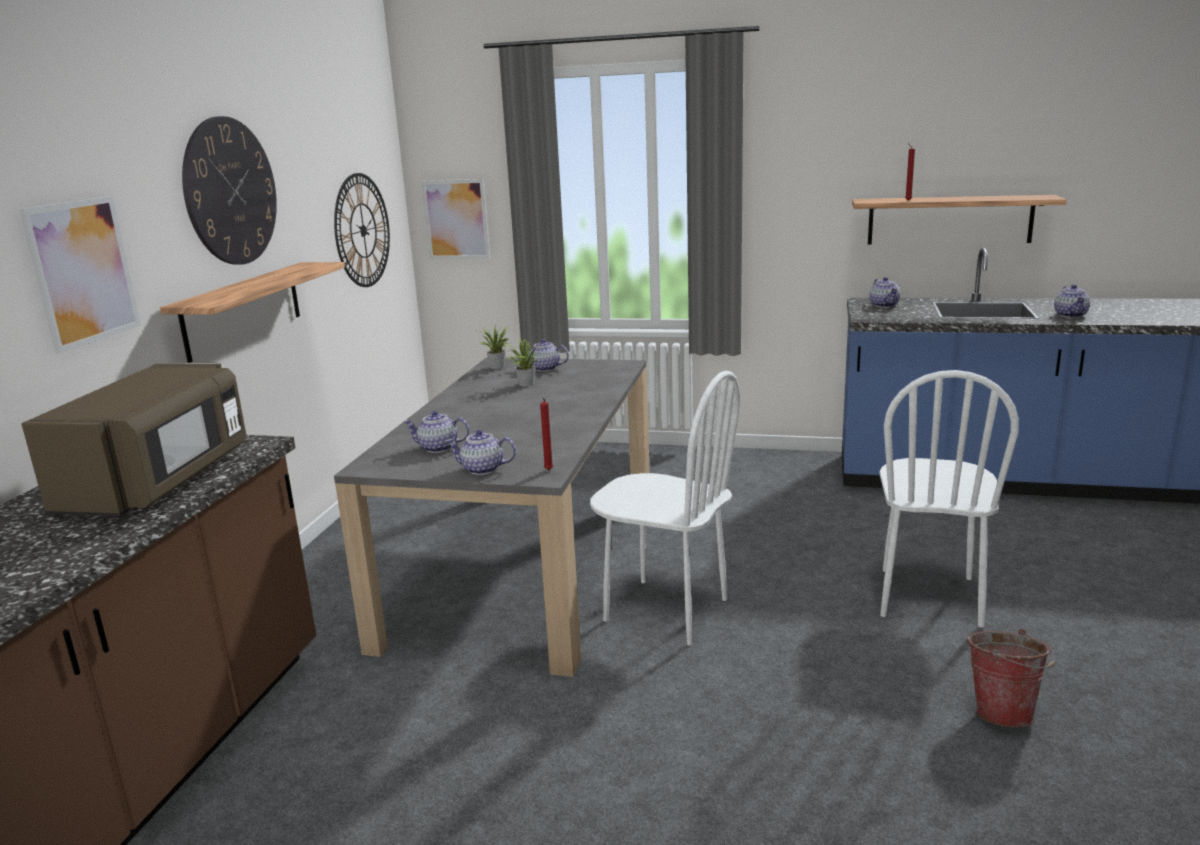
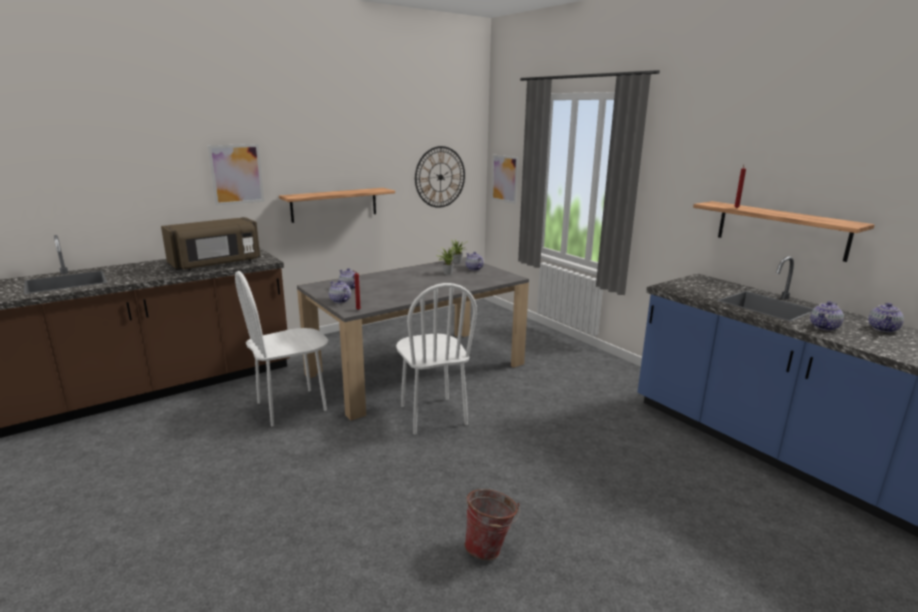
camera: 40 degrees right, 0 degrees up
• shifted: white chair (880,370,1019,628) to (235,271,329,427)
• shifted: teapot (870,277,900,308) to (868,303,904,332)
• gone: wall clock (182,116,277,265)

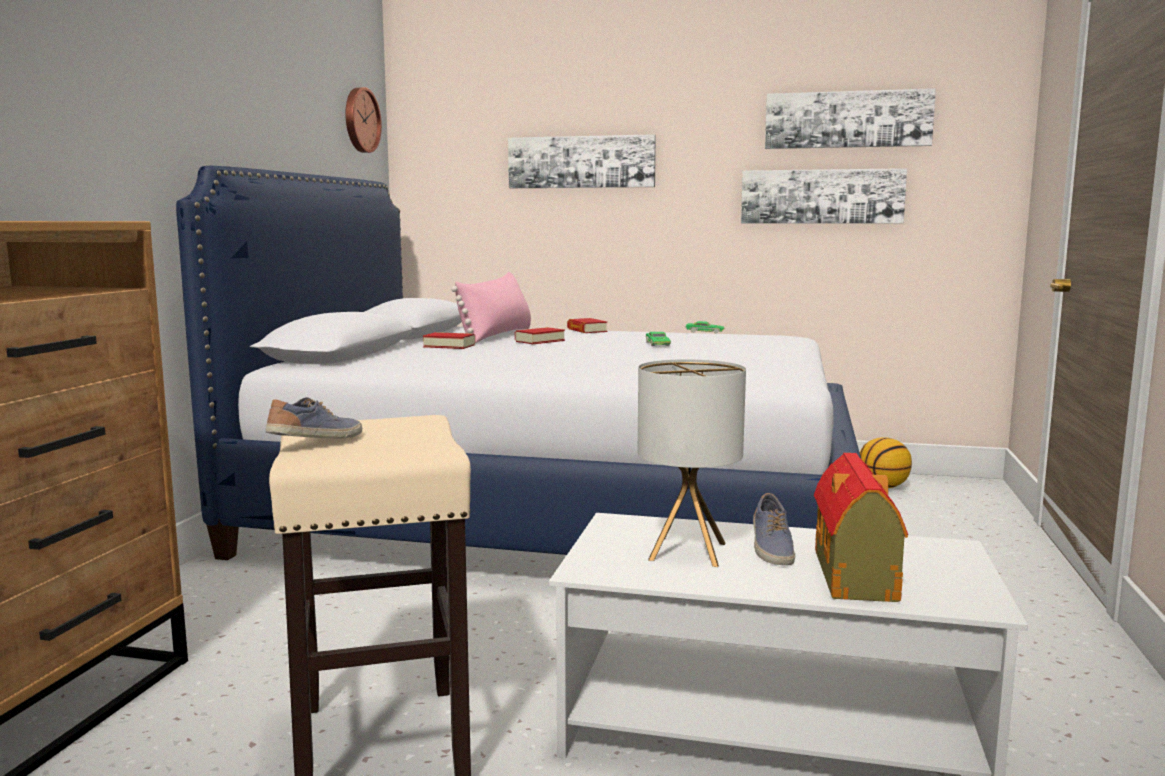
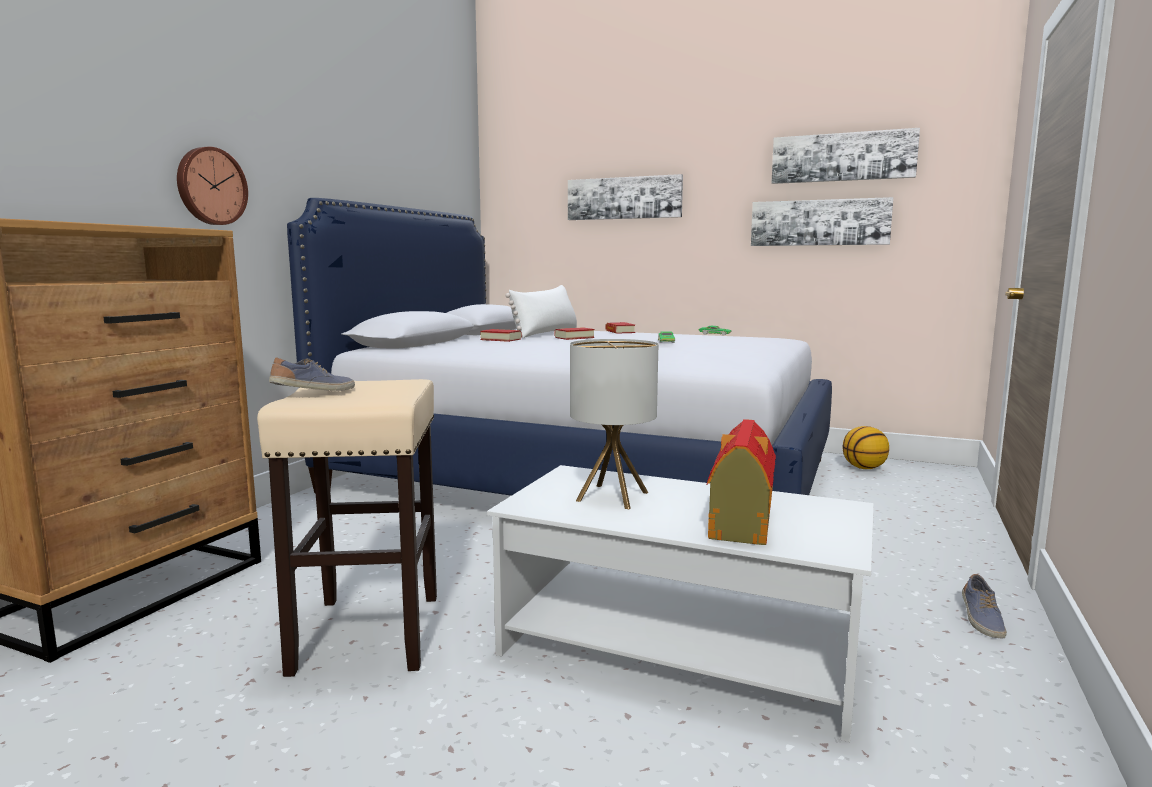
camera: 10 degrees right, 0 degrees up
• shifted: wall clock (345,87,382,153) to (177,147,248,225)
• repainted: pink pillow (451,272,531,343) to white pillow (505,285,577,338)
• shifted: shoe (753,493,795,565) to (962,574,1007,638)

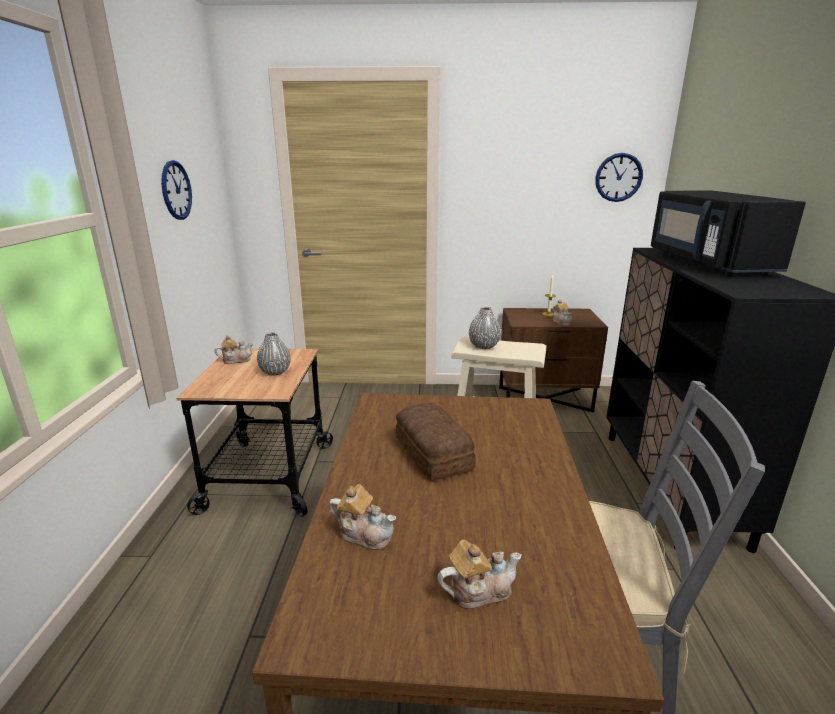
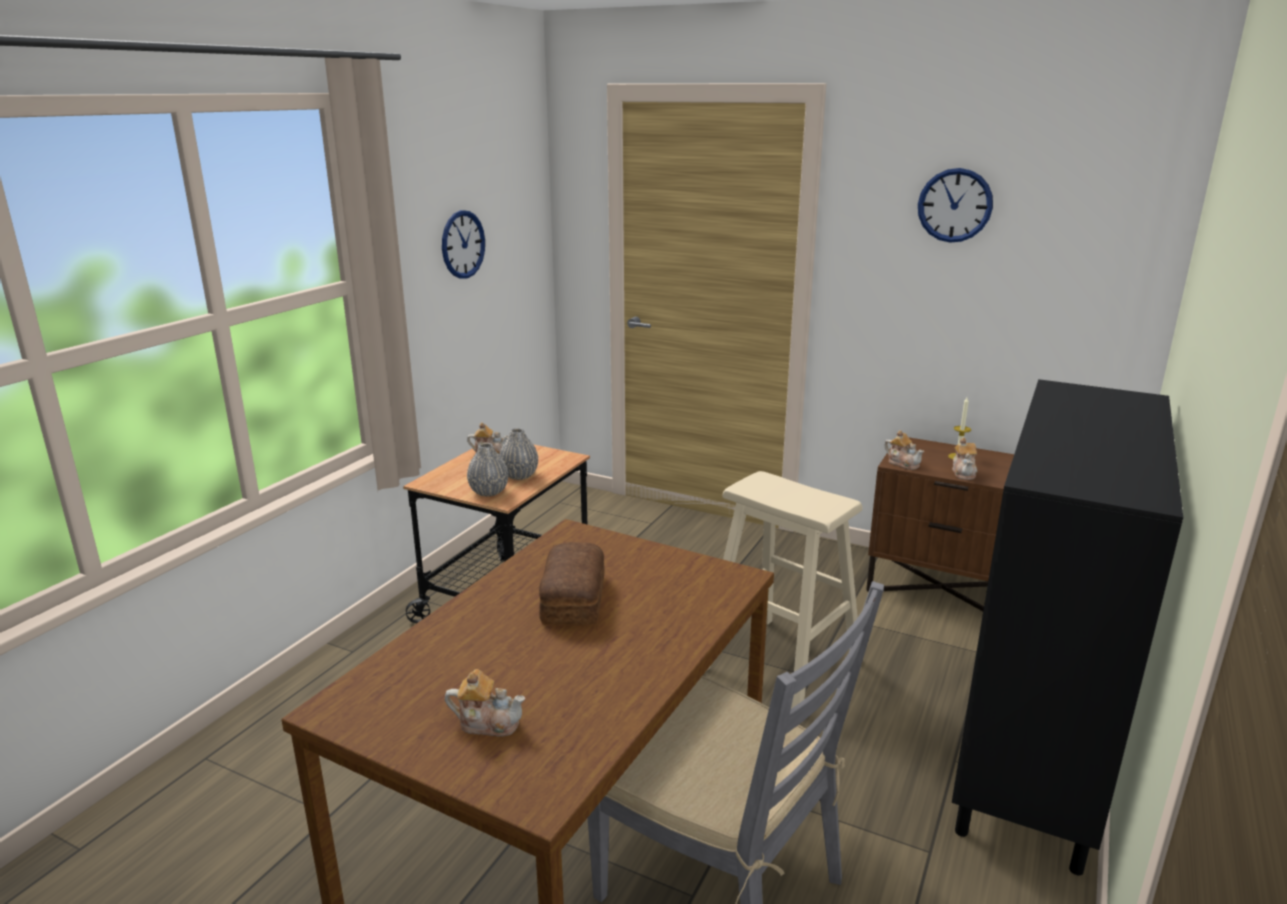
camera: 25 degrees right, 0 degrees up
• shifted: grey vase (469,307,501,349) to (467,443,508,497)
• shifted: teapot (329,484,396,550) to (884,430,924,470)
• shifted: wall clock (595,153,643,202) to (918,168,993,242)
• gone: black microwave (651,190,806,275)

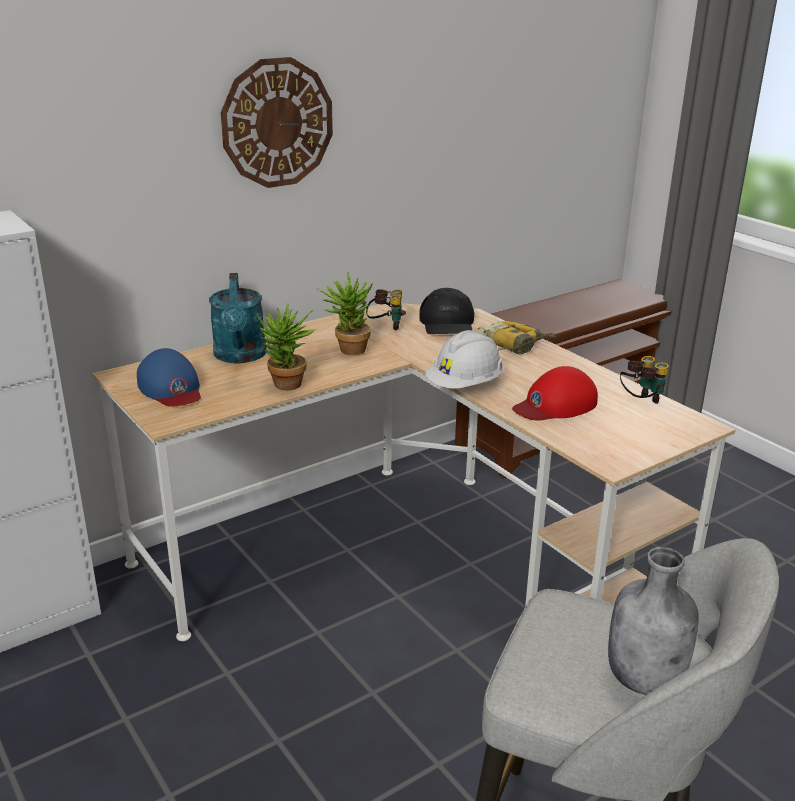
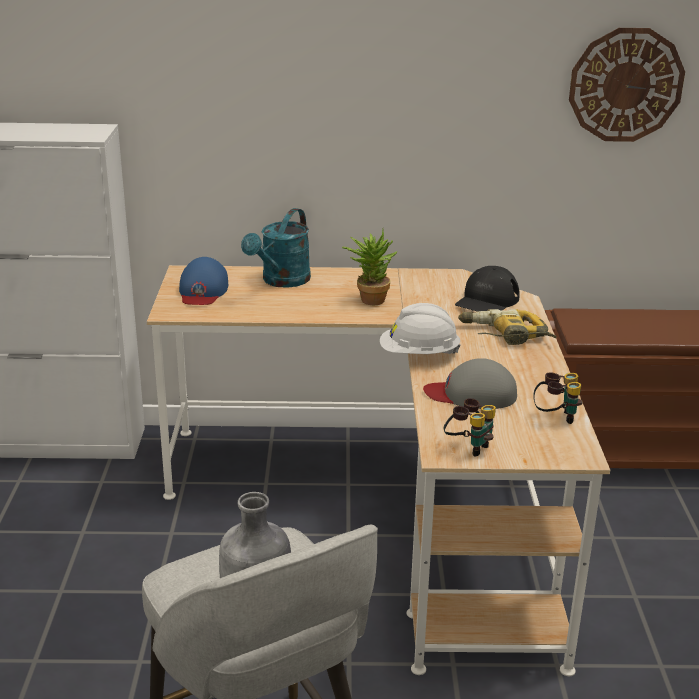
camera: 35 degrees right, 0 degrees up
• repainted: red cap (512,366,598,420) to grey cap (423,358,517,409)
• shifted: binoculars (366,289,406,330) to (443,398,496,457)
• shifted: wall clock (221,57,333,188) to (569,28,685,142)
• gone: potted plant (257,303,317,391)

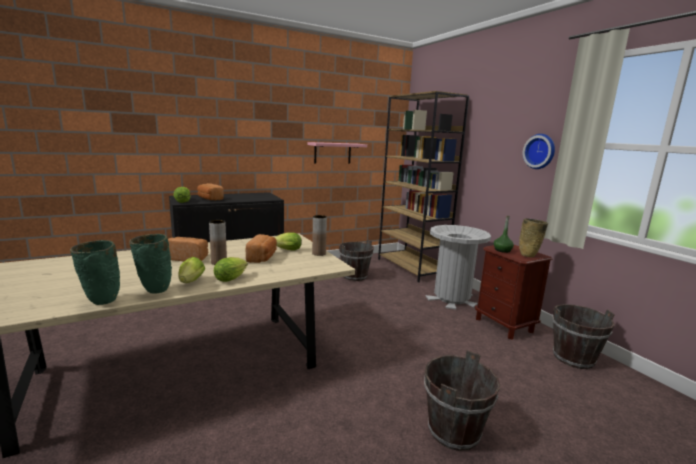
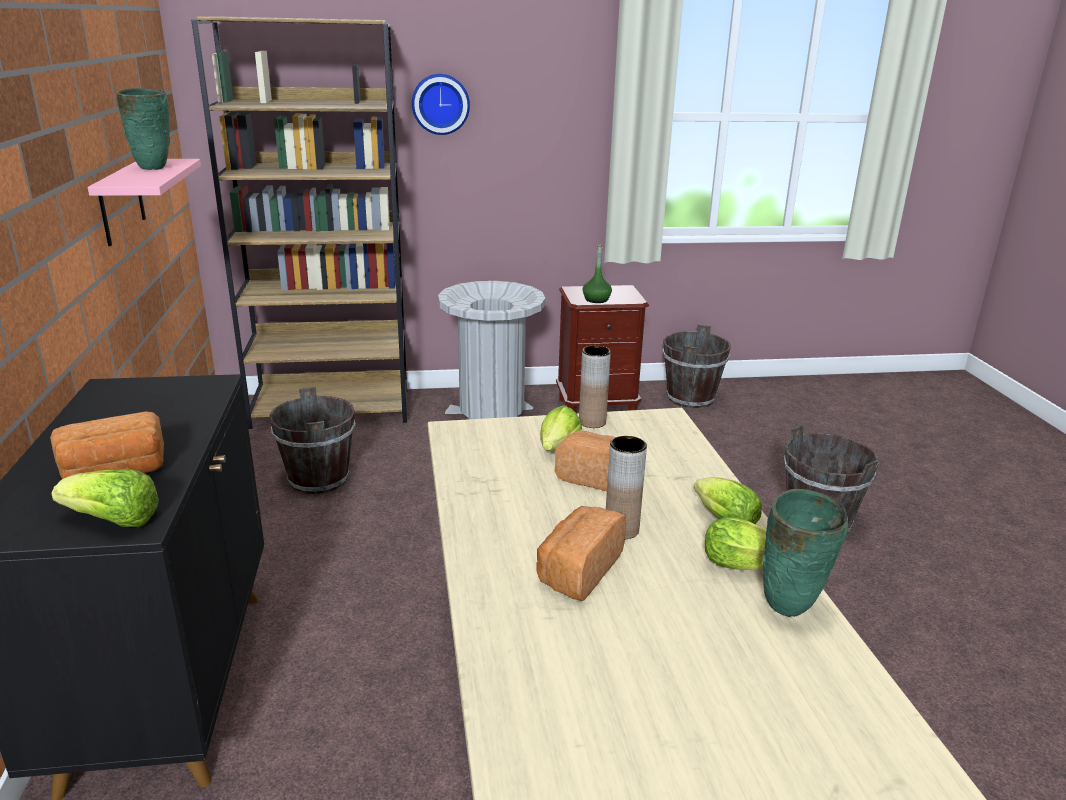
camera: 70 degrees left, 10 degrees up
• shifted: green vase (70,240,120,305) to (116,88,170,170)
• shifted: wall clock (523,134,555,169) to (412,74,470,135)
• gone: beige vase (519,218,548,257)

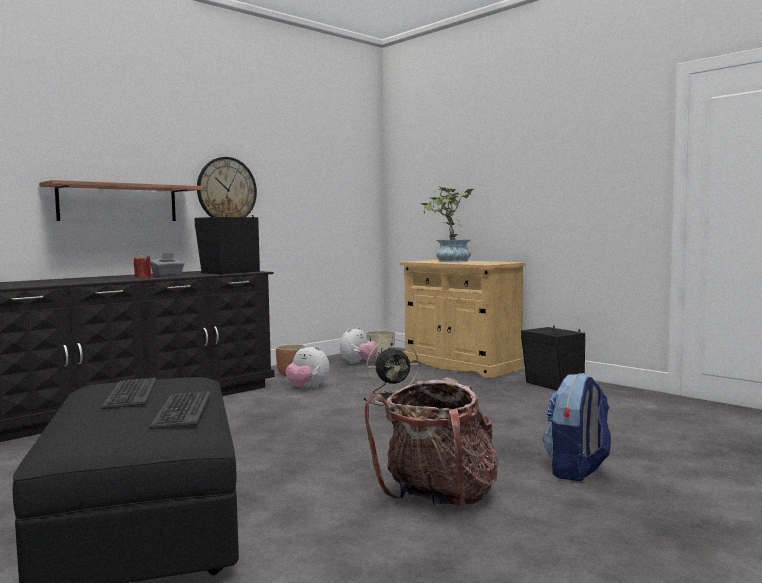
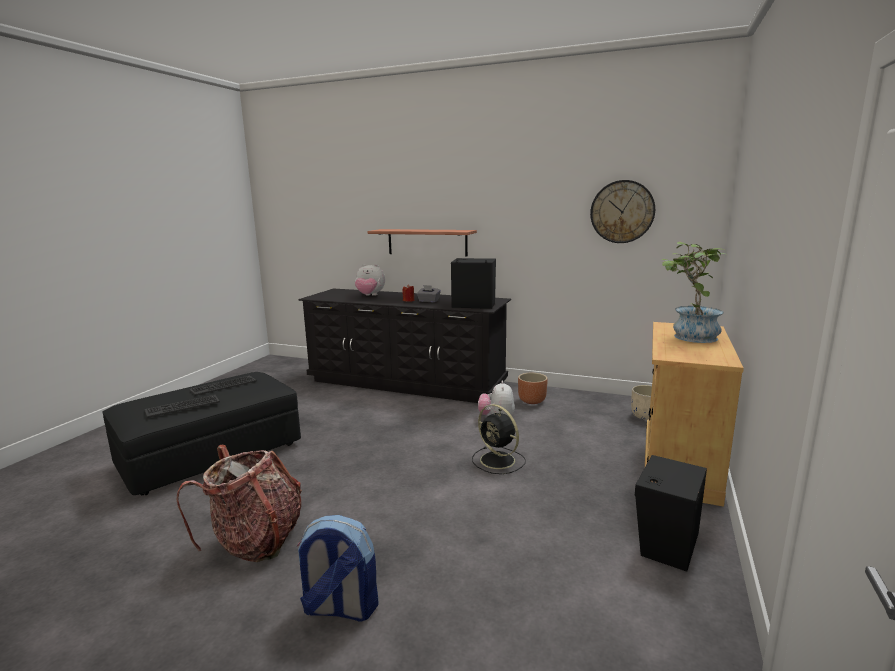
camera: 65 degrees right, 10 degrees up
• shifted: plush toy (340,326,378,364) to (355,264,385,296)
• shifted: wall clock (197,157,257,217) to (590,180,655,243)

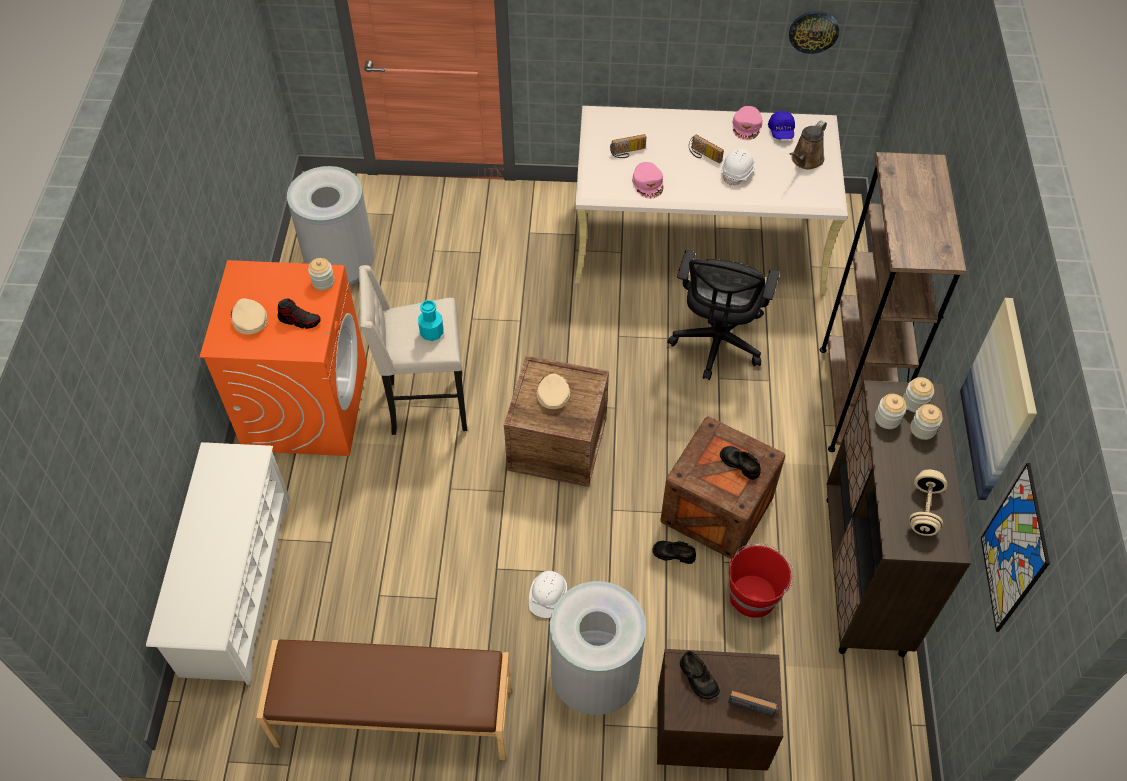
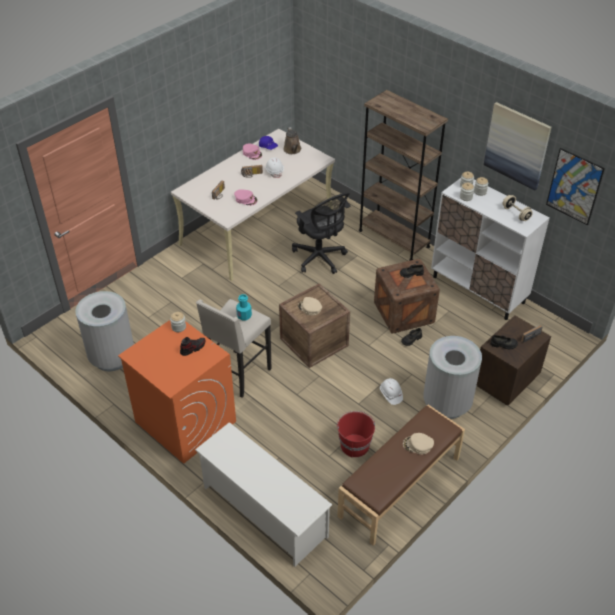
camera: 50 degrees left, 10 degrees down
• shifted: red bucket (729,543,794,618) to (337,411,375,458)
• shifted: beige cap (231,298,268,334) to (403,433,434,455)
• repainted: brown cabinet (826,380,971,657) to white cabinet (431,178,550,320)
• gone: wall clock (789,11,839,54)

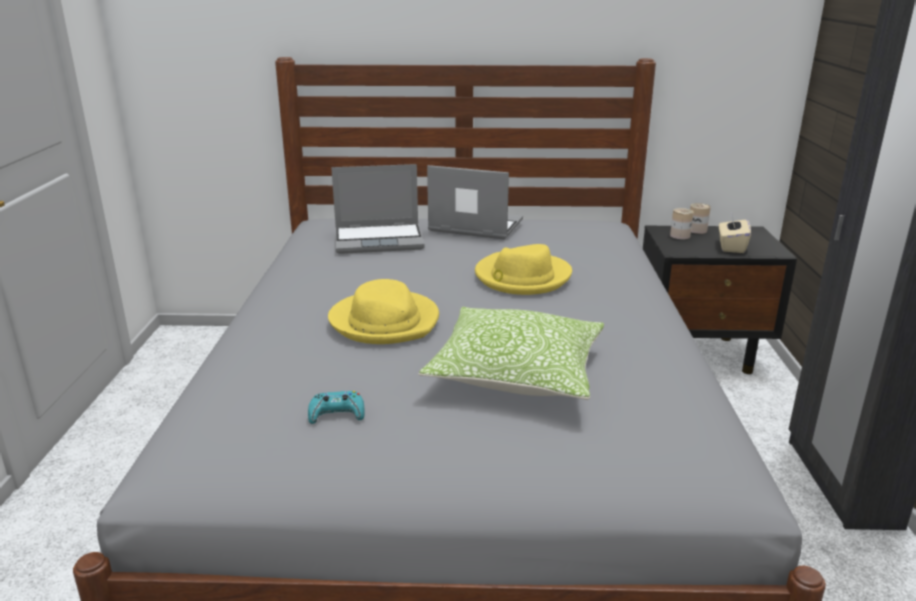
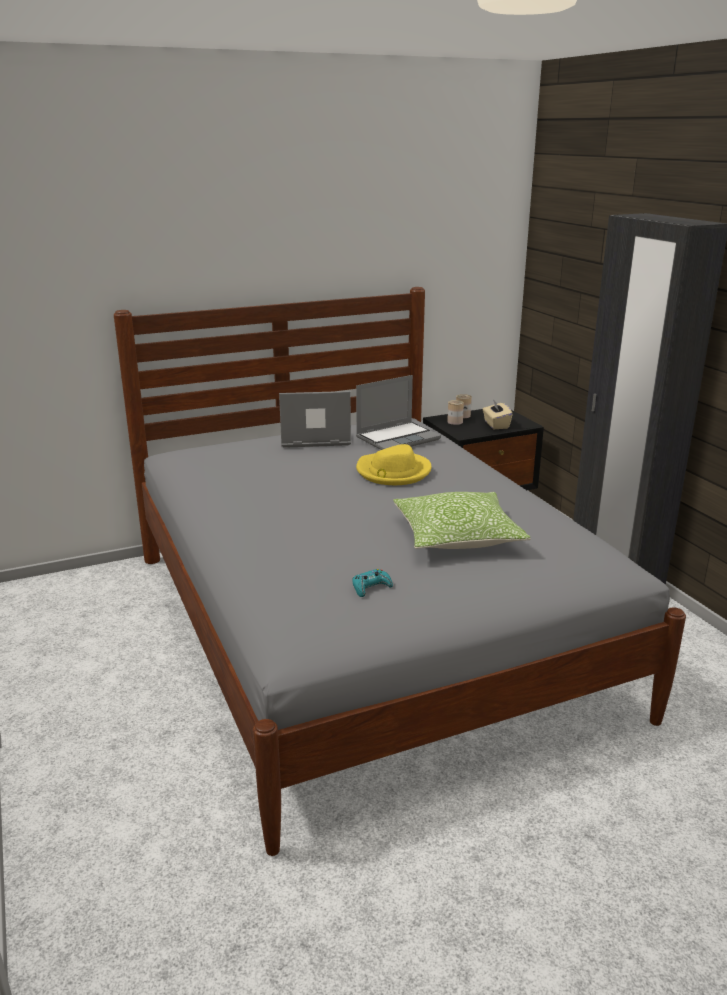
camera: 25 degrees left, 0 degrees up
• shifted: laptop (331,164,425,254) to (356,375,441,450)
• gone: yellow hat (328,279,439,344)

